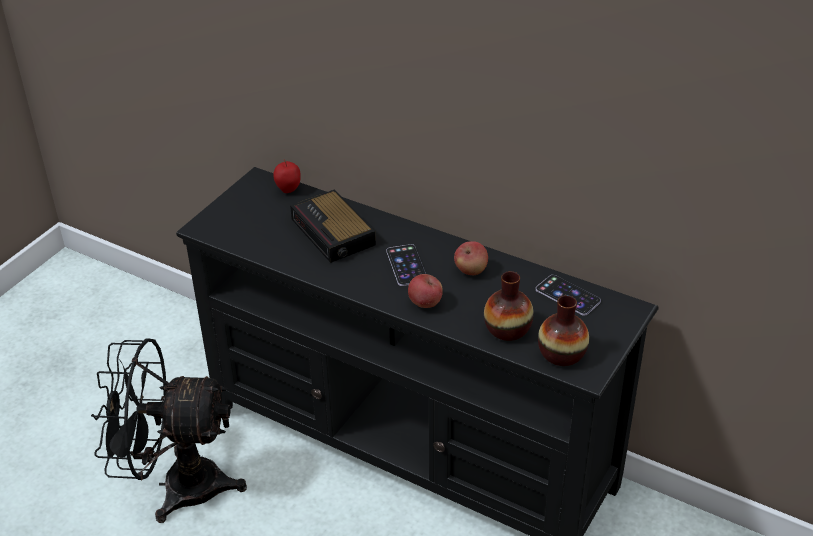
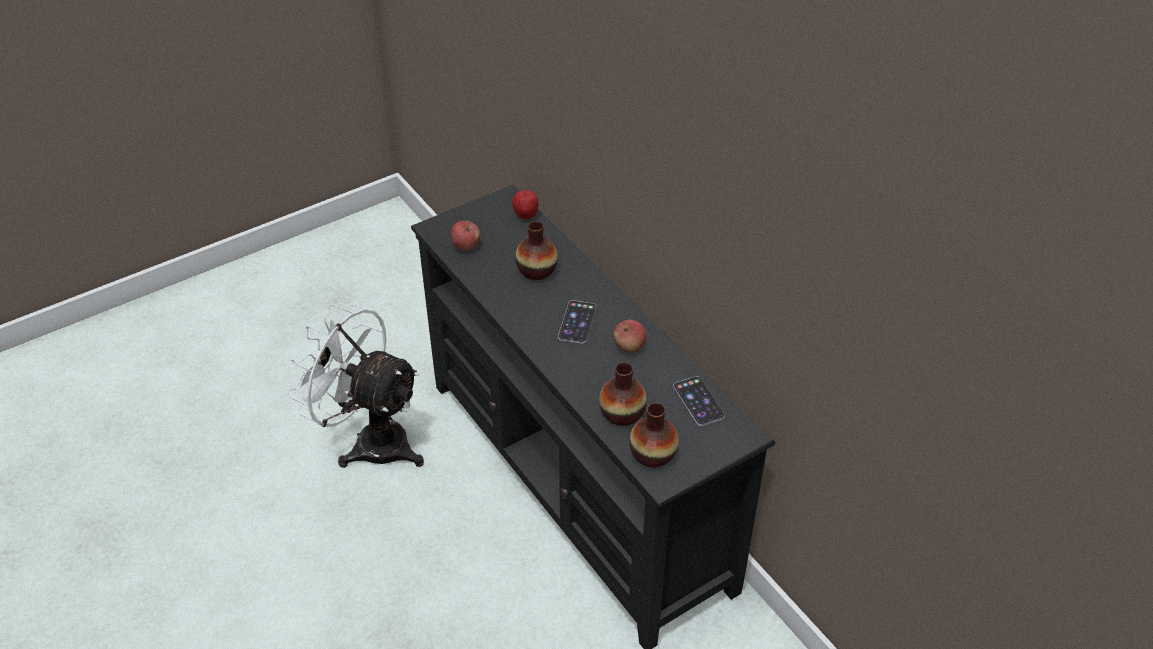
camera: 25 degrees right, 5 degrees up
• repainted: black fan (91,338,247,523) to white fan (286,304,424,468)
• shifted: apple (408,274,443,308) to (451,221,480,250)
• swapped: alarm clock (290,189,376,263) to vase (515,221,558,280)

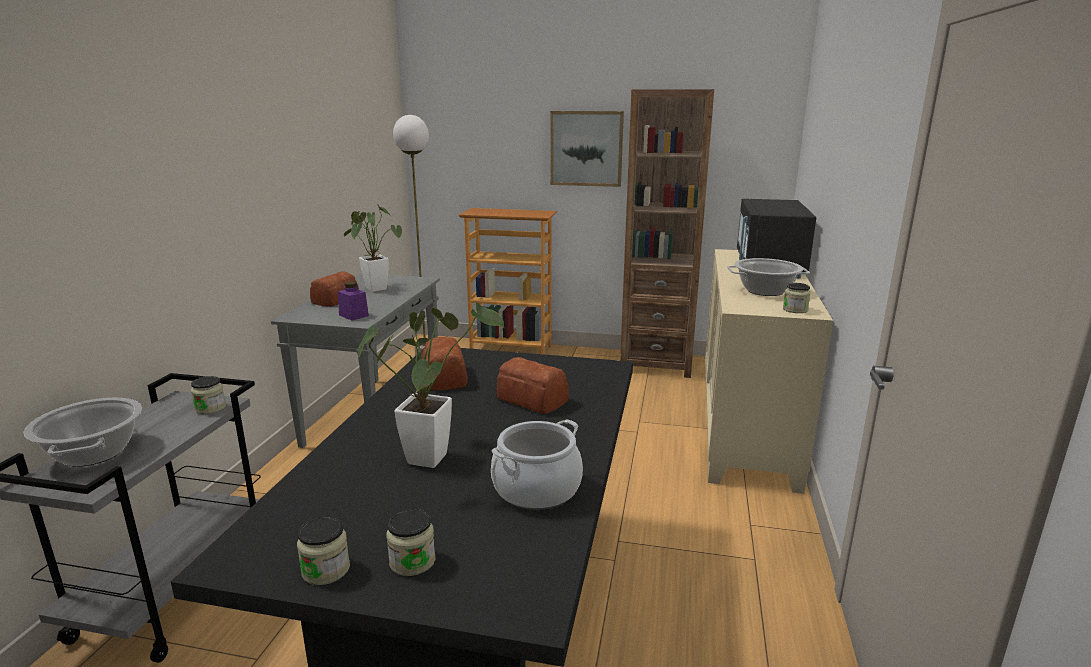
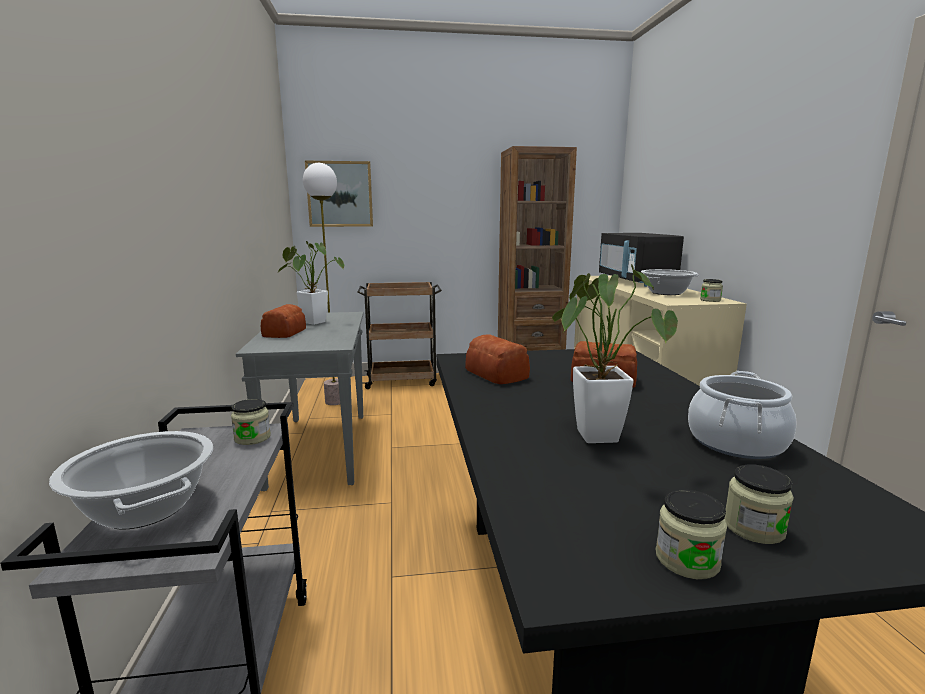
camera: 20 degrees left, 5 degrees down
• shifted: picture (550,111,624,187) to (305,161,373,227)
• swapped: bookcase (458,208,557,354) to brown cart (357,282,442,389)
• gone: purple jar (338,281,369,321)

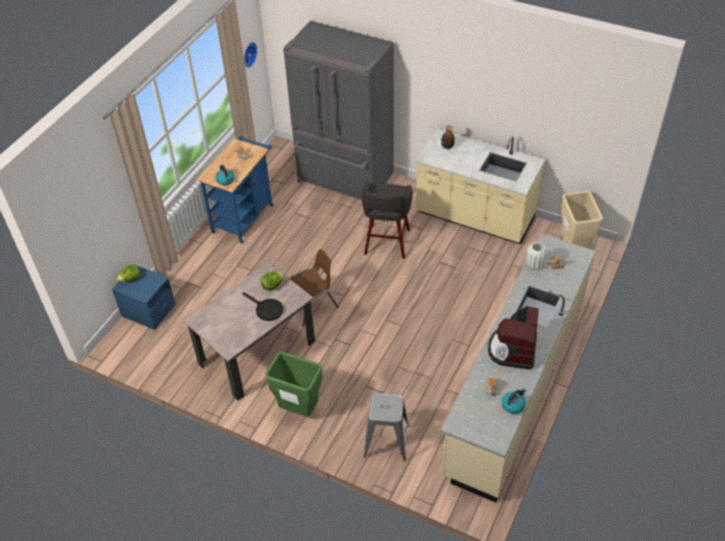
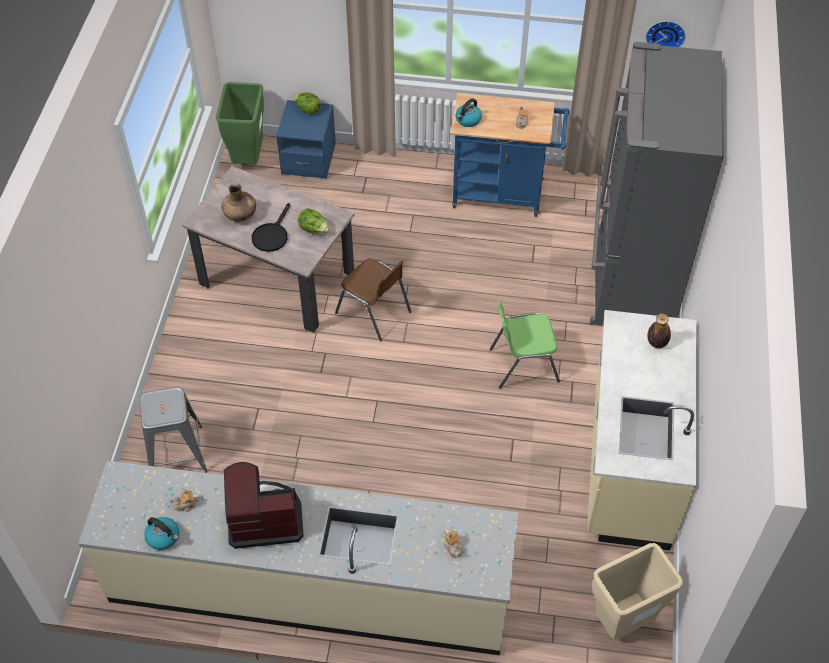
camera: 70 degrees right, 5 degrees up
• shifted: green trash can (265,352,322,417) to (216,82,264,164)
• new: brown vase (221,184,256,222)
• swapped: grey stool (362,181,413,259) to green chair (490,301,560,389)
• gone: white vase (527,242,547,270)

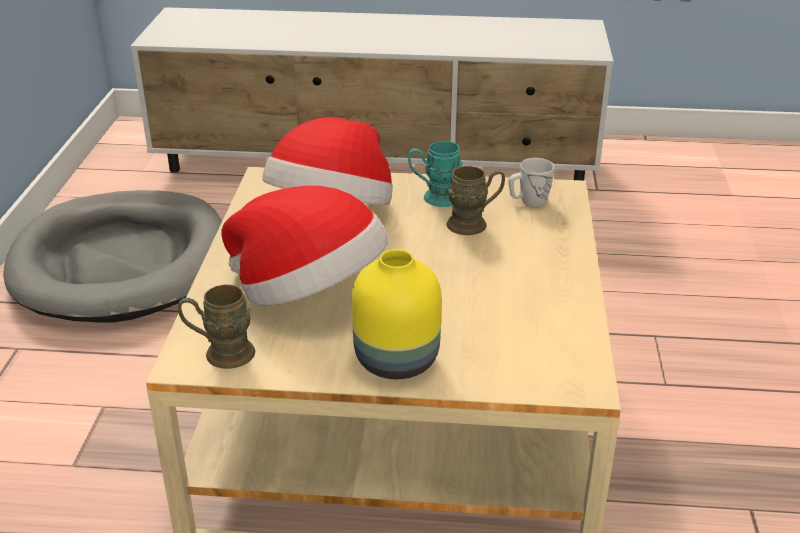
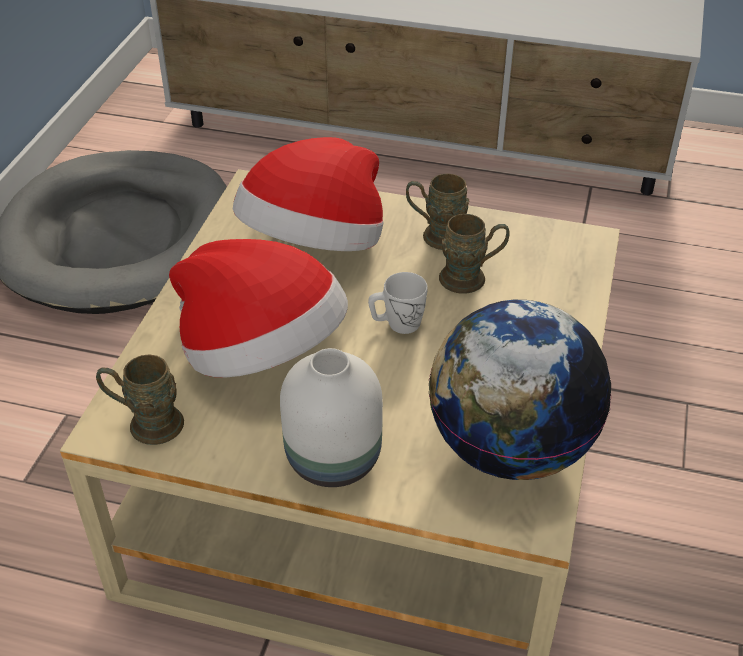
camera: 10 degrees right, 10 degrees up
• repainted: yellow vase (352,249,442,379) to white vase (280,348,383,487)
• shifted: white mug (508,158,554,207) to (368,272,428,334)
• repainted: turquoise mug (408,141,463,207) to brown mug (406,174,469,250)
• new: globe (428,300,611,480)

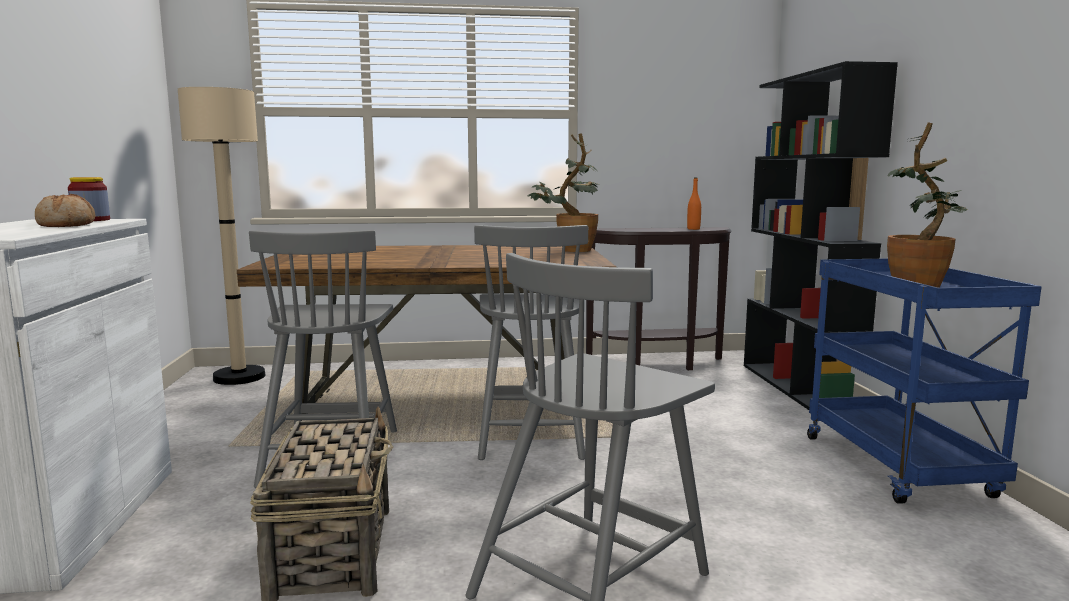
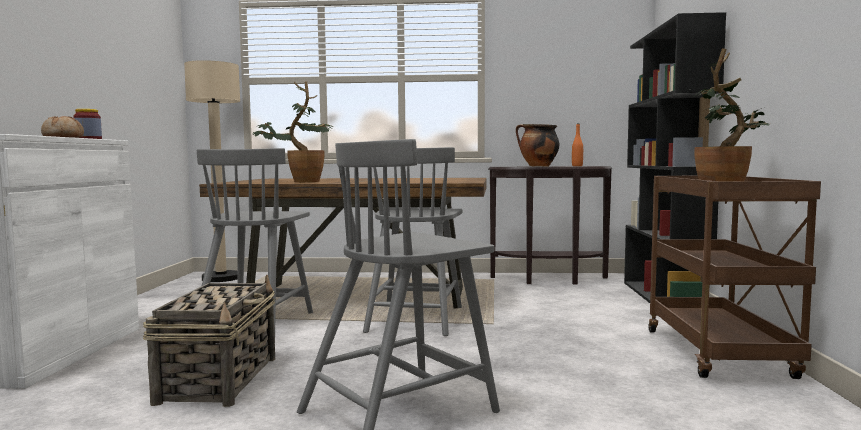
camera: 10 degrees right, 5 degrees down
• shifted: potted plant (527,134,599,252) to (253,82,333,182)
• new: cooking pot (516,124,559,166)
• repainted: blue cart (807,258,1042,504) to brown cart (648,176,821,379)

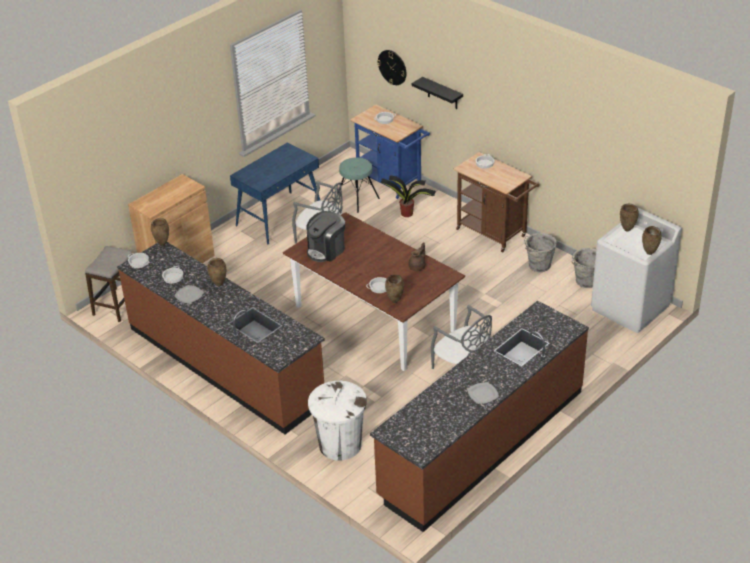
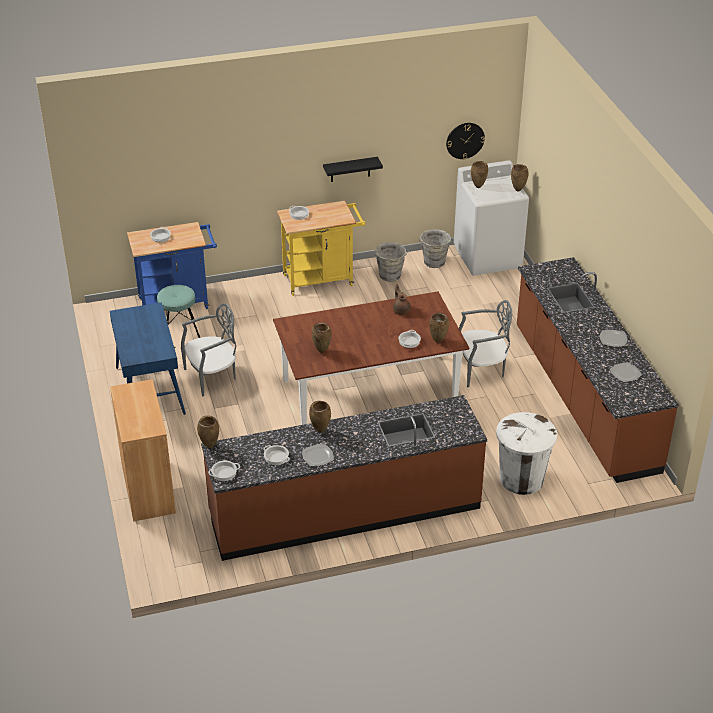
camera: 60 degrees left, 0 degrees up
• repainted: brown cart (454,152,539,253) to yellow cart (277,201,366,296)
• swapped: coffee machine (306,211,345,262) to brown vase (312,323,332,353)
• shifted: black shelf (412,77,463,109) to (323,157,383,182)
• shifted: wall clock (377,50,406,85) to (446,123,485,159)
• new: plate (610,362,642,382)
• gone: stool (85,246,132,322)
• gone: potted plant (380,175,436,217)

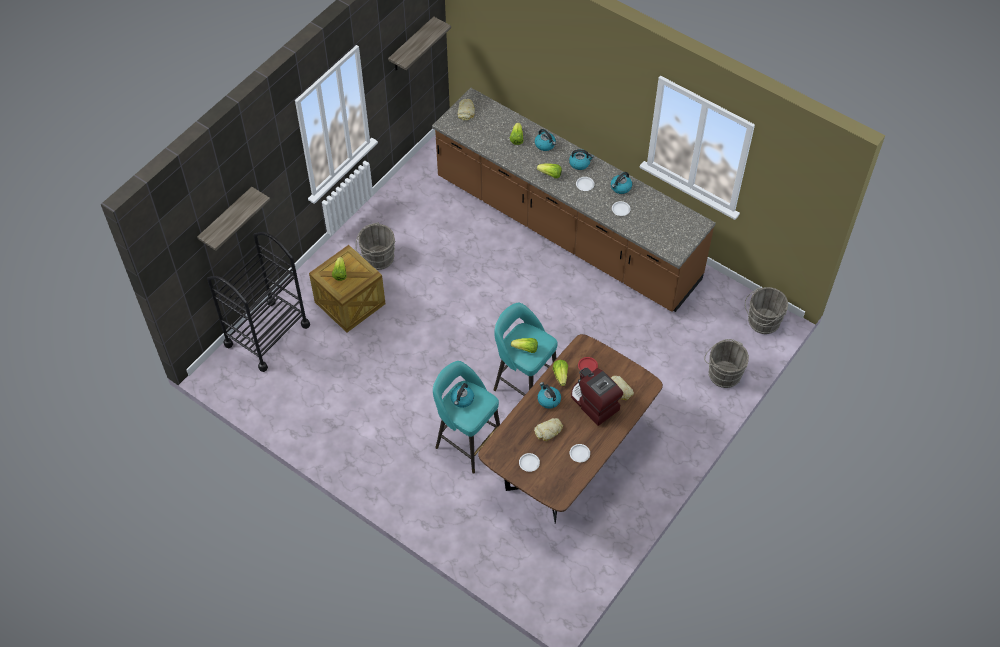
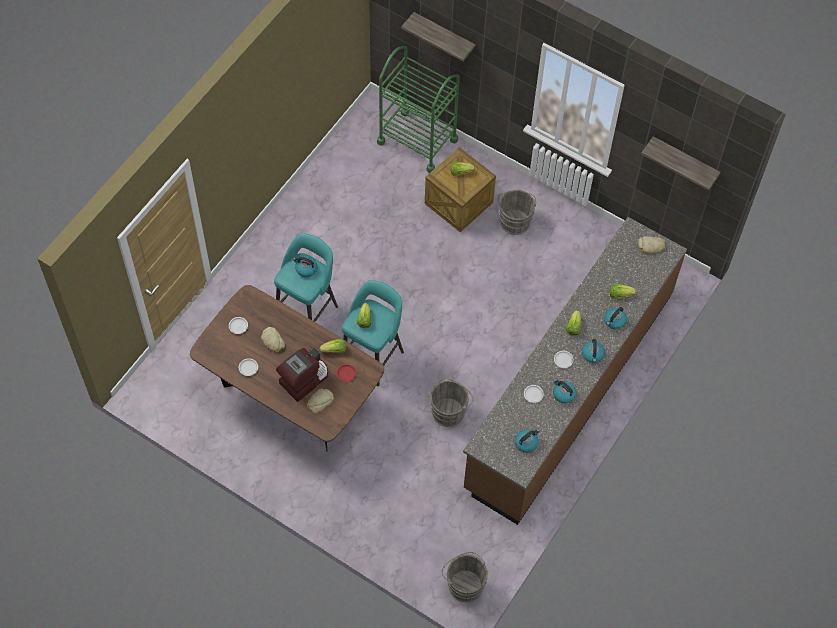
camera: 85 degrees right, 5 degrees up
• repainted: black cart (207,232,310,372) to green cart (377,46,460,173)
• shifted: grey bucket (704,339,749,388) to (430,378,474,427)
• shifted: kettle (538,382,561,409) to (515,429,540,453)

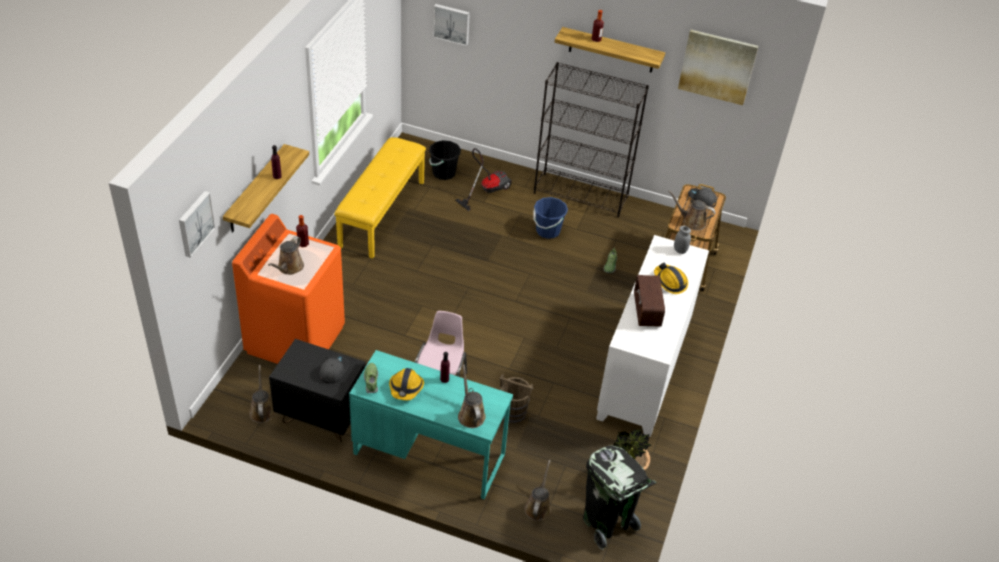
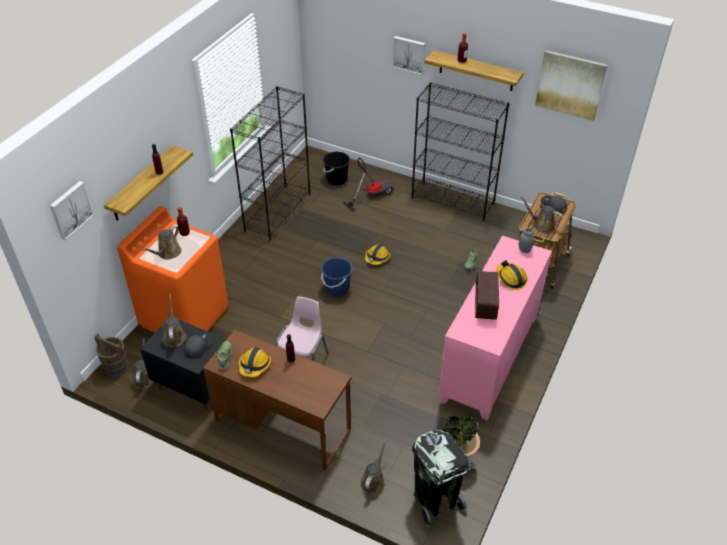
camera: 10 degrees right, 0 degrees up
• shifted: brown bucket (500,374,533,423) to (94,334,128,377)
• shifted: brown watering can (458,364,486,428) to (163,294,187,347)
• repainted: turquoise desk (349,350,513,499) to brown desk (203,330,351,471)
• swapped: yellow bench (334,137,426,259) to black bookcase (230,86,310,240)
• shifted: blue bucket (534,197,568,239) to (321,257,353,296)
• new: hard hat (365,244,391,265)
• shifted: picture (433,4,470,46) to (393,36,426,75)
• repainted: white cabinet (596,235,709,437) to pink cabinet (439,236,552,421)

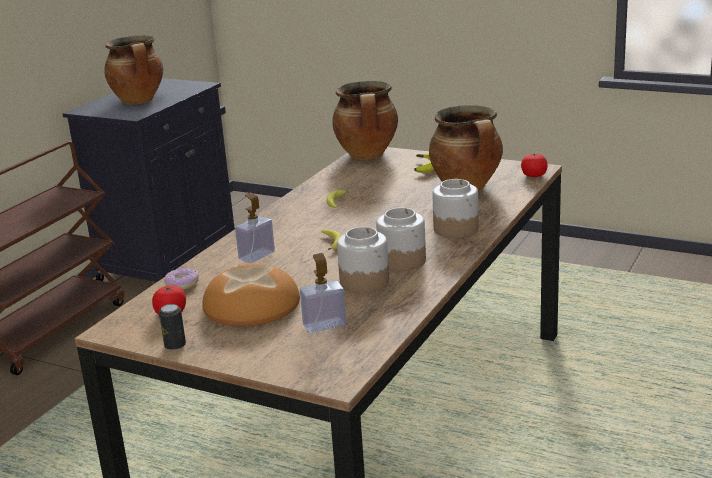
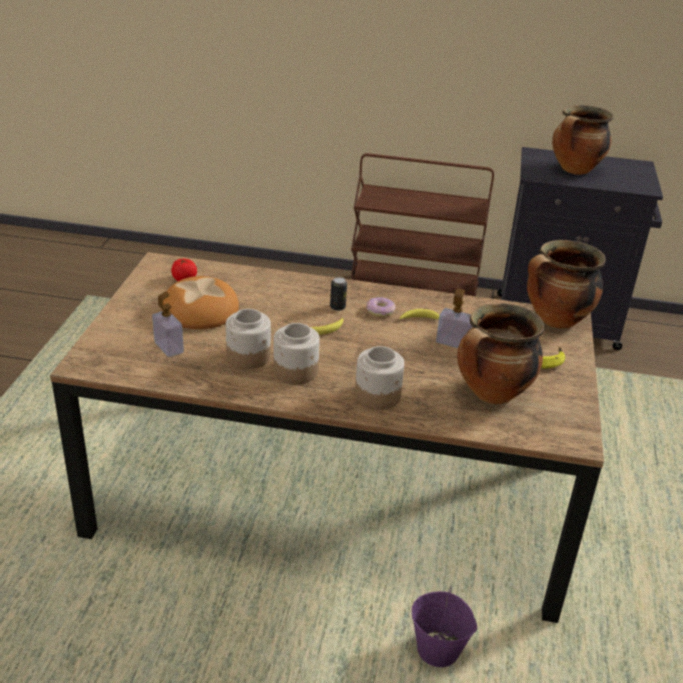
camera: 70 degrees right, 10 degrees up
• shifted: can (159,304,186,350) to (330,277,347,311)
• shifted: donut (164,268,199,290) to (367,297,395,317)
• new: purple bucket (412,586,477,667)
• shifted: soap dispenser (235,192,275,263) to (436,288,473,348)
• gone: tomato (521,153,547,177)

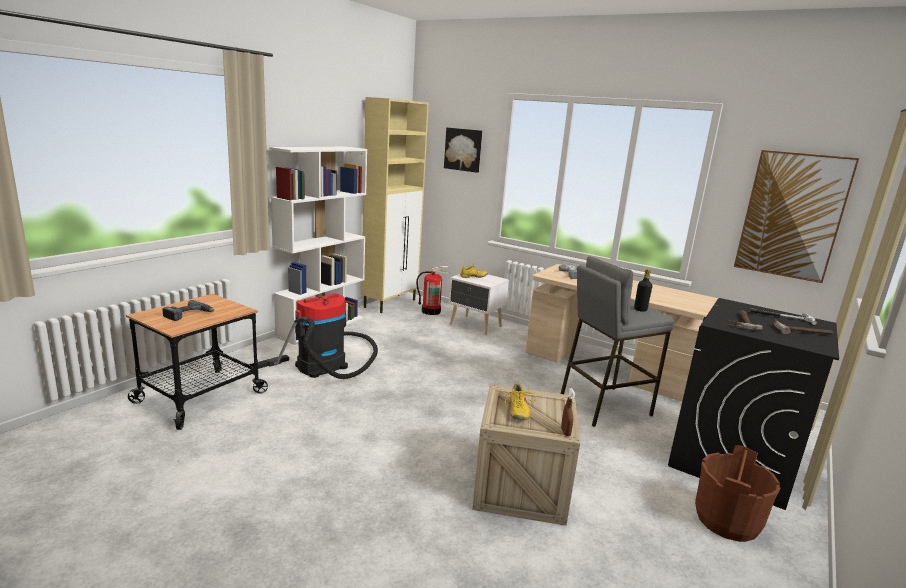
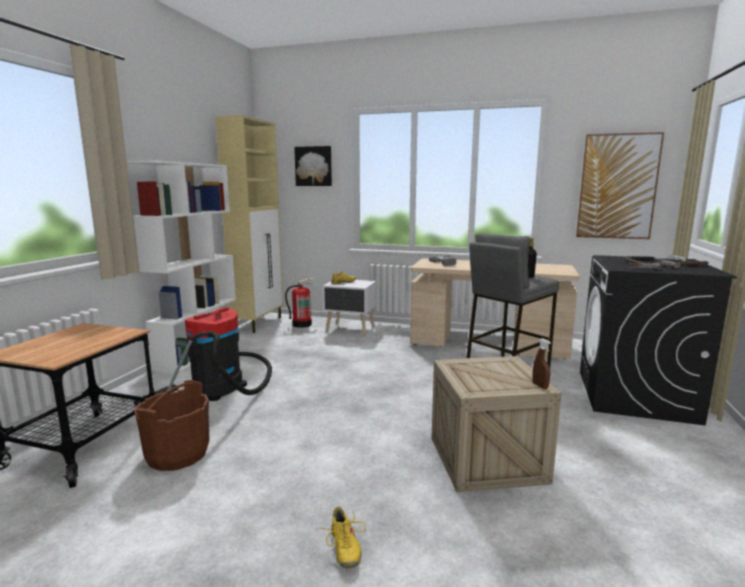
camera: 15 degrees left, 5 degrees down
• shifted: brown bucket (695,445,780,542) to (134,380,209,471)
• shifted: yellow shoe (501,383,537,420) to (320,506,366,569)
• gone: power drill (162,300,214,321)

